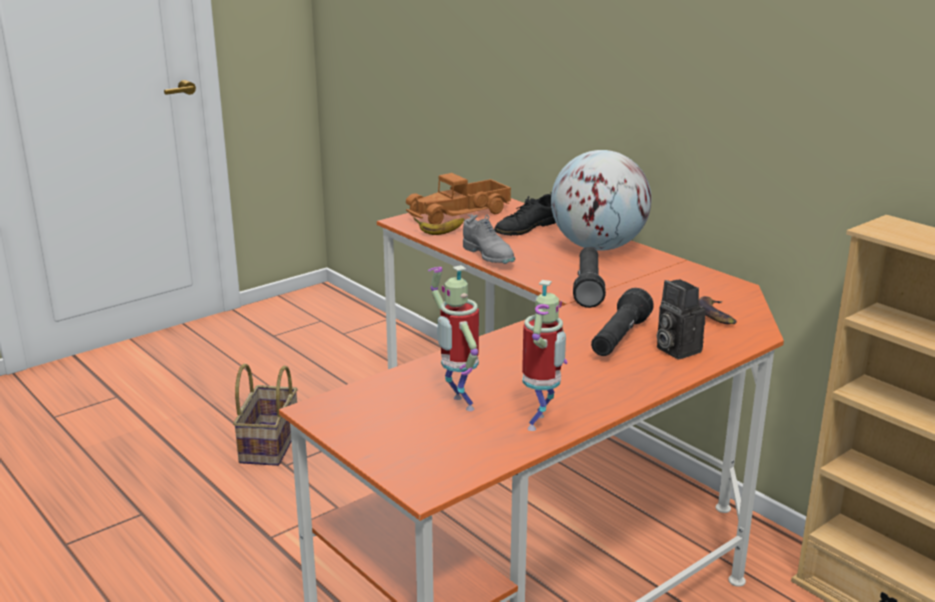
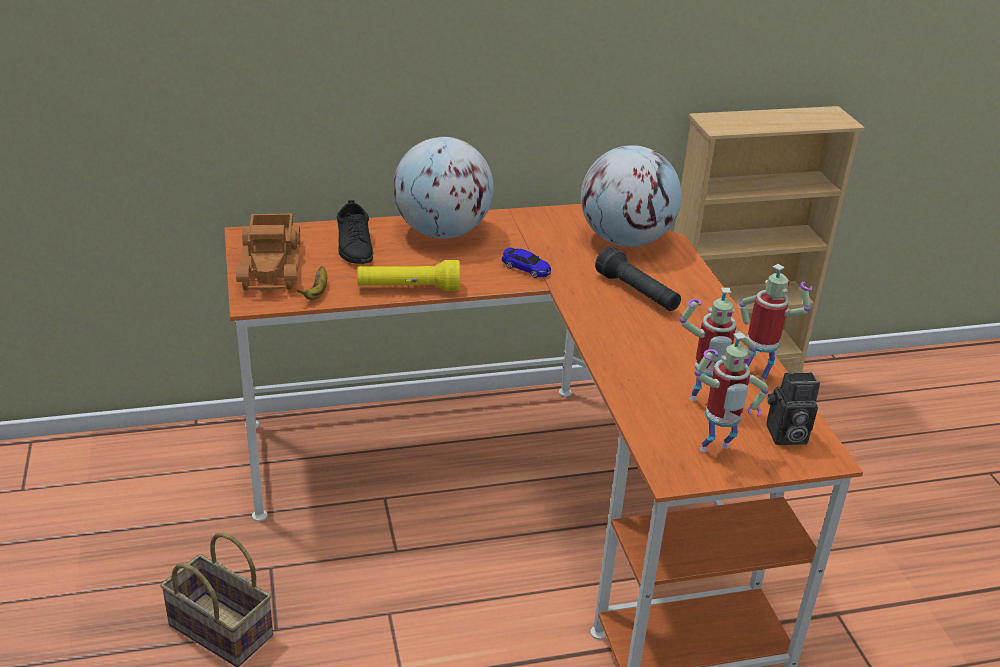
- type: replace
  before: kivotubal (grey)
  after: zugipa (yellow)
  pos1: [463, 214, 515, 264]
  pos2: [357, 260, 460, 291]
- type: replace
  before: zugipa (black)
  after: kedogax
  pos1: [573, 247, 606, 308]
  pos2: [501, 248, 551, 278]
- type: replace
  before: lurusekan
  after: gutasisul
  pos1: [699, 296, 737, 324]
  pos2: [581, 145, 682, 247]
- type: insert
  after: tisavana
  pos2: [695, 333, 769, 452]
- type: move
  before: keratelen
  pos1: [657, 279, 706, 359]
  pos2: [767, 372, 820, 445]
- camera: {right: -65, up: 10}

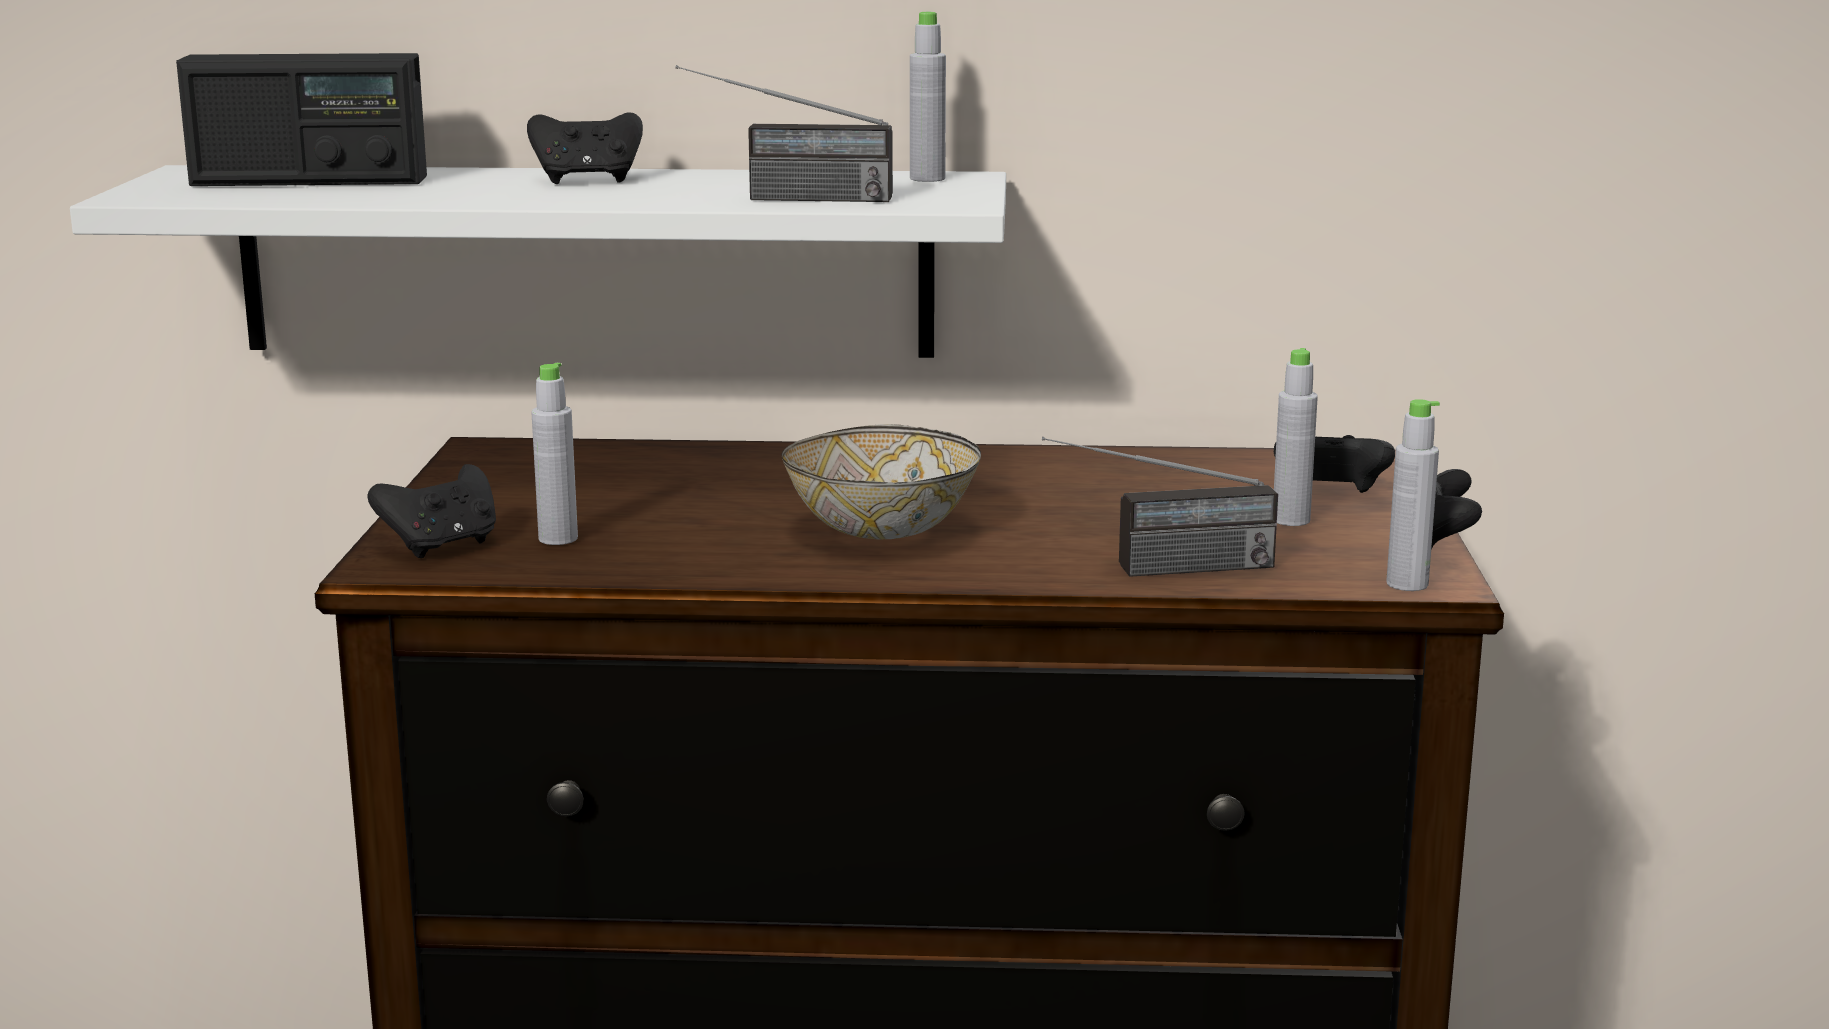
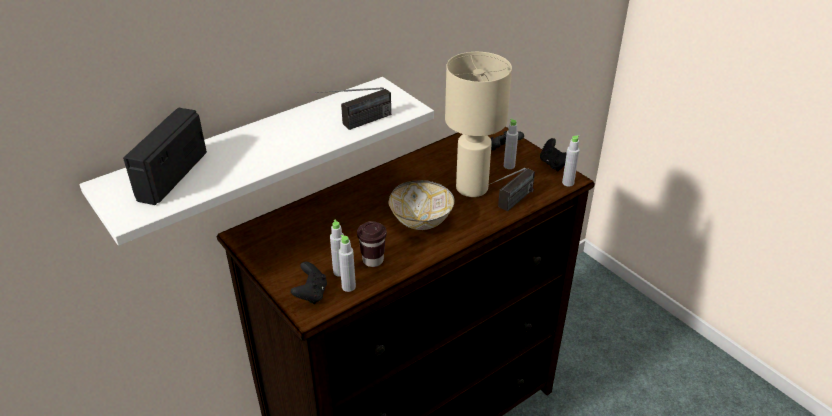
- type: rotate
  before: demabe
  pos1: [176, 53, 427, 186]
  pos2: [123, 108, 207, 205]
  turn: 150
- type: move
  before: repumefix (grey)
  pos1: [910, 11, 946, 182]
  pos2: [339, 235, 356, 292]
- type: insert
  after: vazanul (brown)
  pos2: [357, 221, 387, 267]
- type: insert
  after: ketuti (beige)
  pos2: [445, 52, 512, 197]
- type: delete
  before: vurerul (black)
  pos1: [527, 112, 643, 184]
- camera: {right: -40, up: 20}

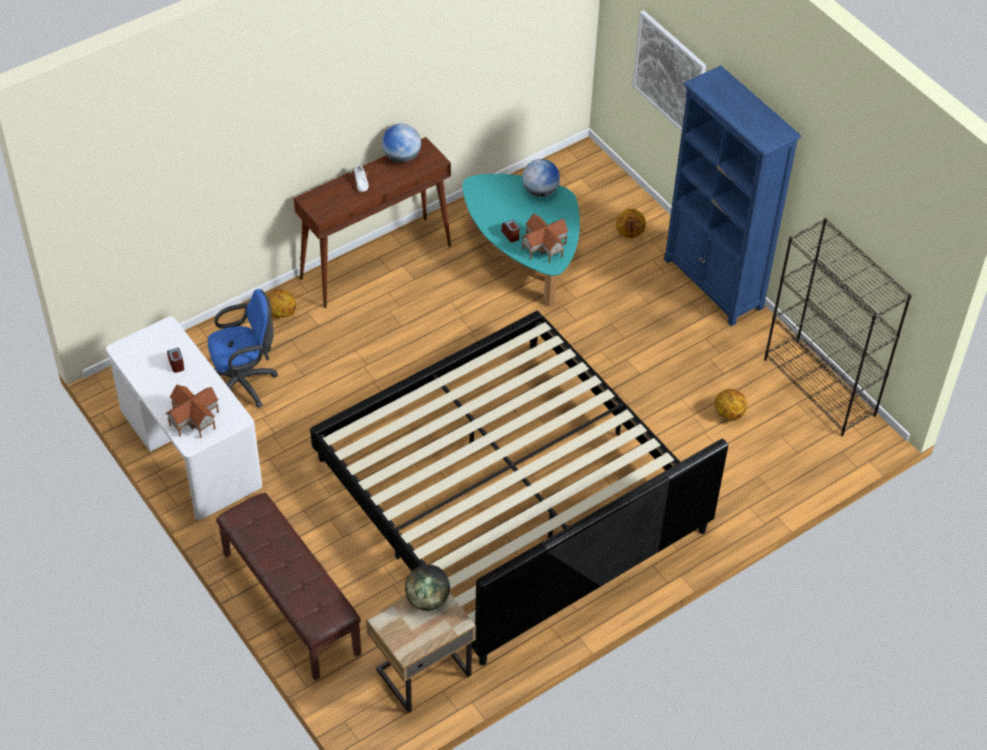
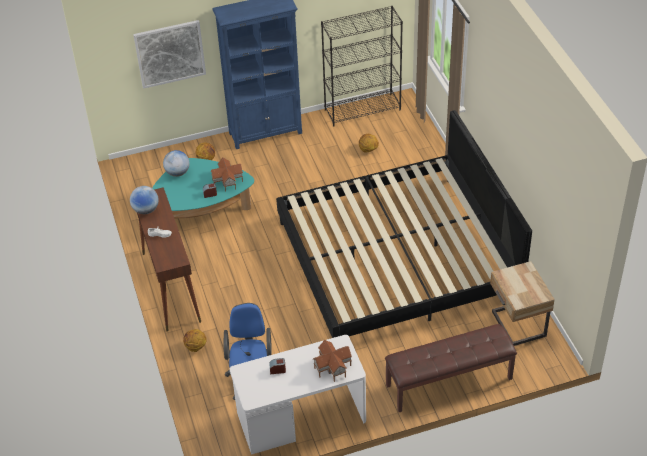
- type: delete
  before: gutasisul
  pos1: [405, 565, 450, 611]
- camera: {right: -70, up: -5}

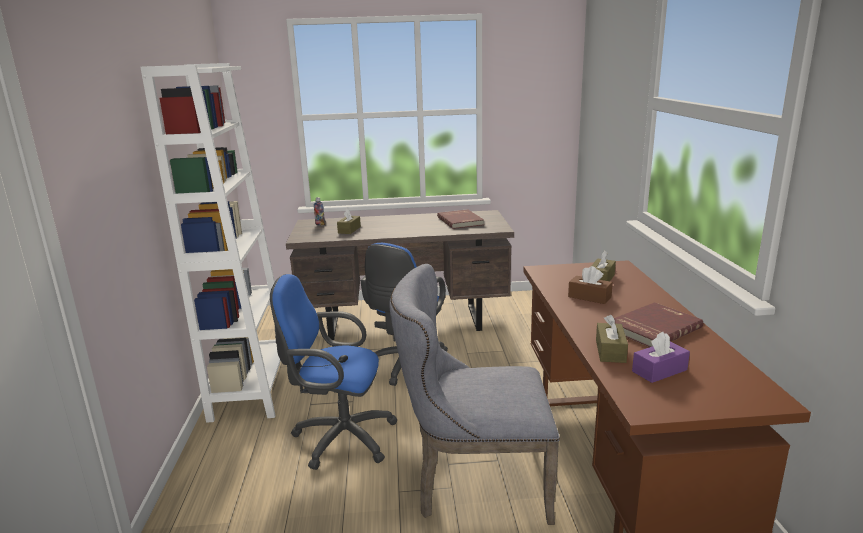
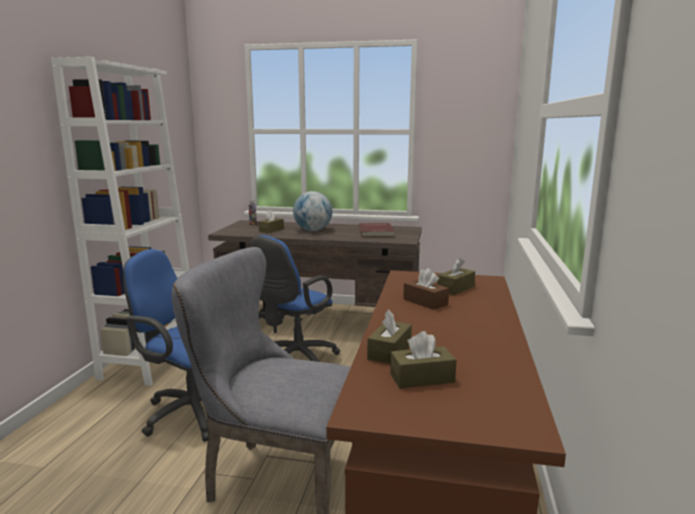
- type: insert
  after: gutasisul
  pos2: [293, 191, 332, 231]
- type: recolor
  before: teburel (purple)
  after: teburel (brown)
  pos1: [632, 332, 690, 383]
  pos2: [390, 331, 457, 389]
- type: delete
  before: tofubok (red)
  pos1: [614, 302, 703, 347]
- camera: {right: 15, up: -5}

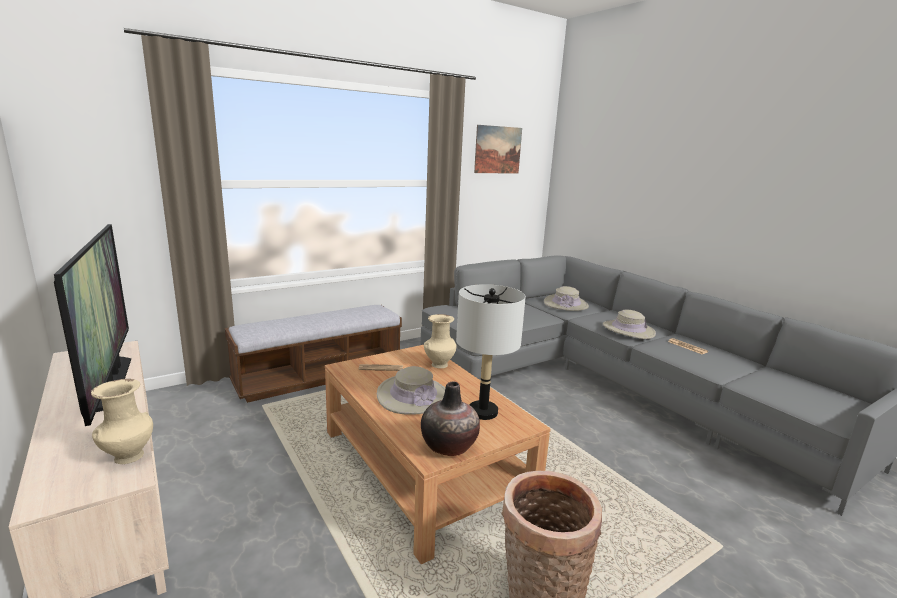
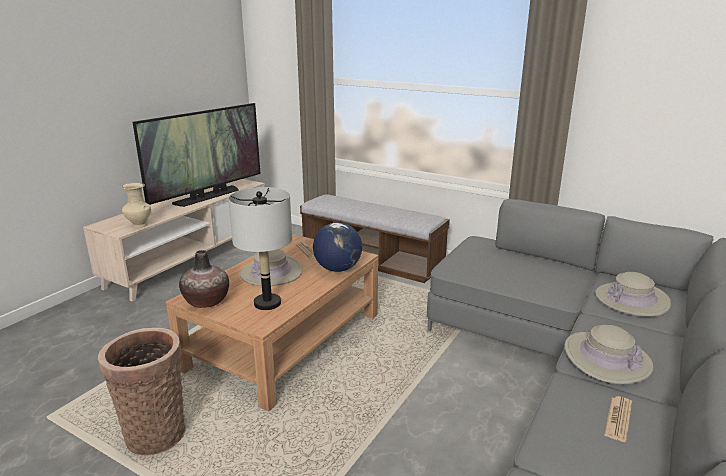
- type: replace
  before: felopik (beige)
  after: gutasisul
  pos1: [424, 314, 457, 368]
  pos2: [313, 222, 362, 272]
- type: delete
  before: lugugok
  pos1: [474, 125, 522, 174]
- camera: {right: 65, up: 5}

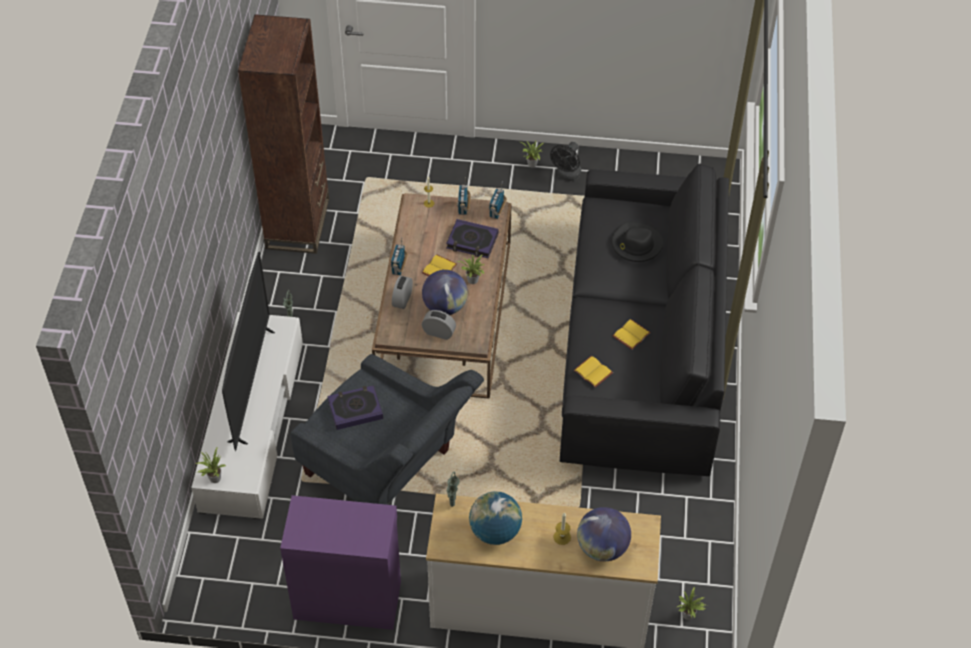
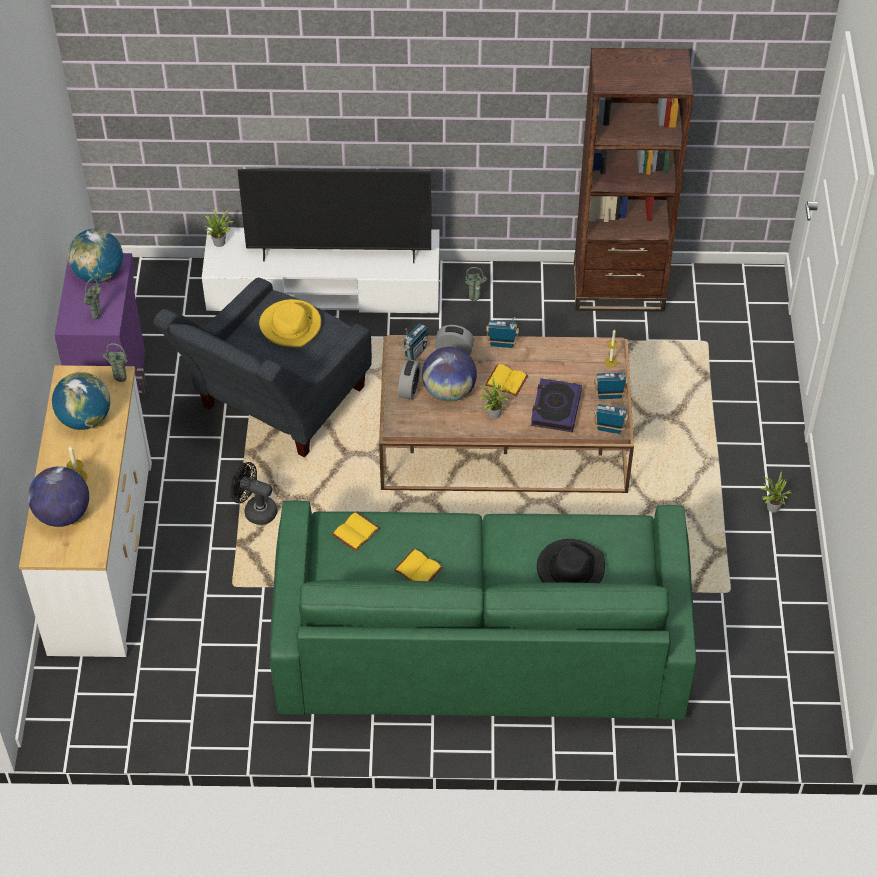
- type: insert
  after: gutasisul
  pos2: [68, 229, 123, 283]
- type: insert
  after: felopik (green)
  pos2: [83, 278, 101, 320]
- type: move
  before: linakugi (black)
  pos1: [550, 142, 581, 181]
  pos2: [230, 462, 277, 525]
- type: replace
  before: tofubok
  after: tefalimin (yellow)
  pos1: [327, 385, 383, 430]
  pos2: [259, 299, 321, 347]
- type: recolor
  before: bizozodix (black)
  after: bizozodix (green)
  pos1: [560, 163, 729, 476]
  pos2: [270, 500, 696, 719]
- type: insert
  after: demabe
  pos2: [401, 323, 428, 361]
- type: delete
  before: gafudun
  pos1: [677, 587, 707, 620]
- camera: {right: 85, up: 0}

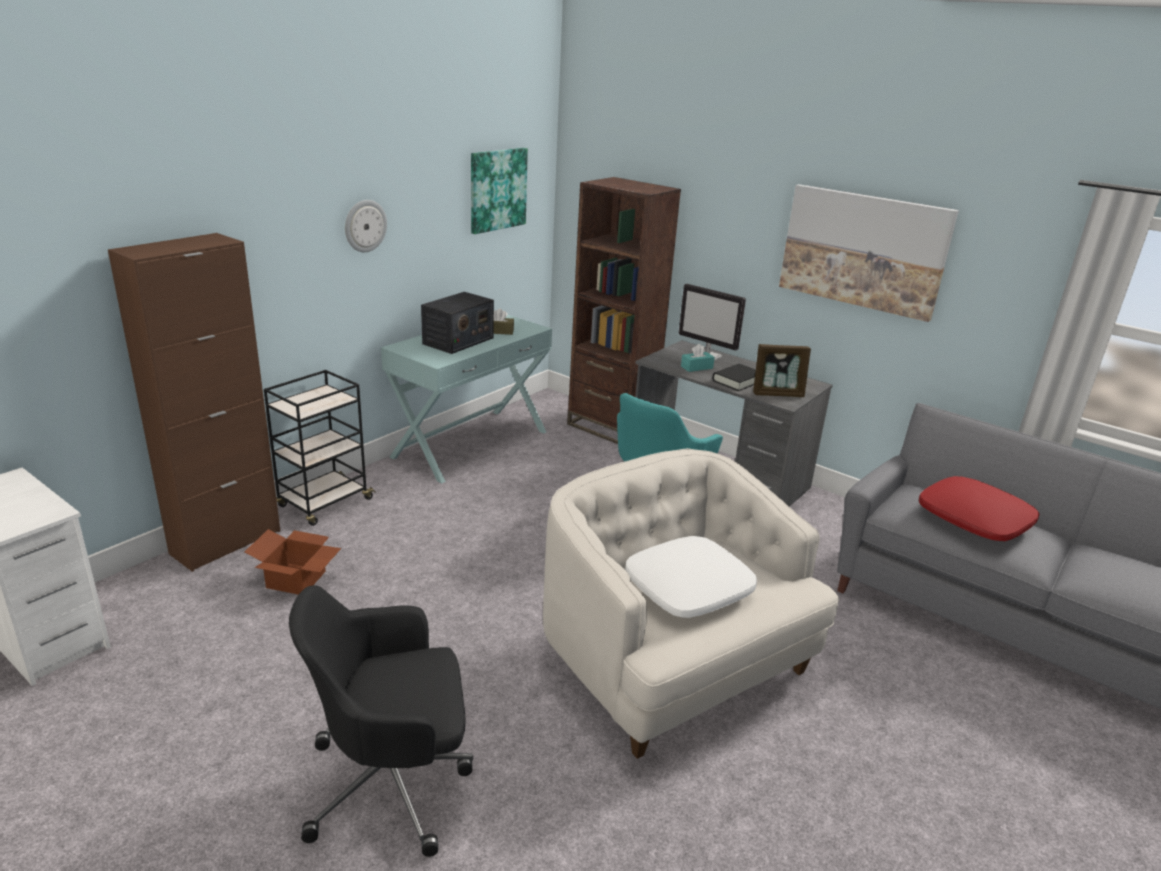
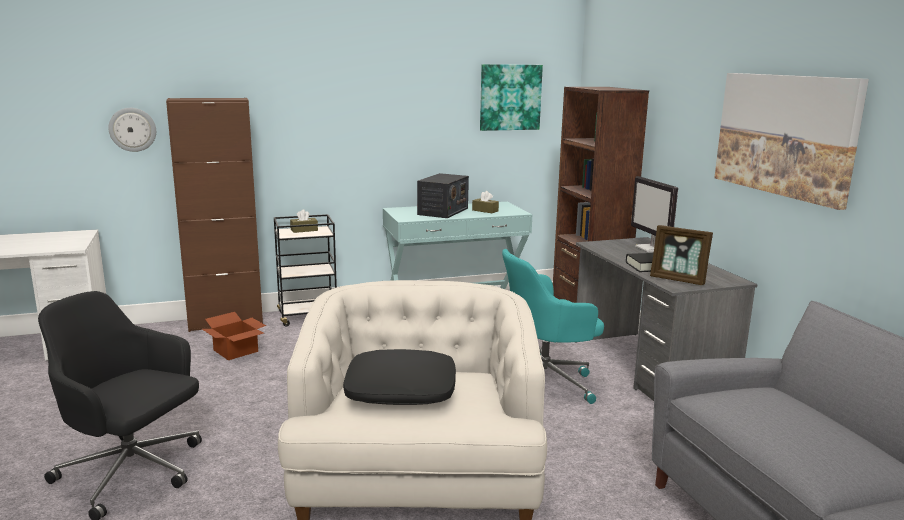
- type: move
  before: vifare
  pos1: [345, 200, 387, 252]
  pos2: [109, 108, 156, 152]
- type: insert
  after: teburel (brown)
  pos2: [290, 209, 318, 233]
- type: recolor
  before: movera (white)
  after: movera (black)
  pos1: [625, 536, 757, 618]
  pos2: [343, 349, 456, 405]
- type: rotate
  before: demabe
  pos1: [421, 292, 494, 354]
  pos2: [417, 173, 469, 218]
  turn: -45
- type: delete
  before: teburel (turquoise)
  pos1: [681, 344, 715, 372]
- type: delete
  before: movera (red)
  pos1: [919, 476, 1039, 541]
- camera: {right: 35, up: -10}

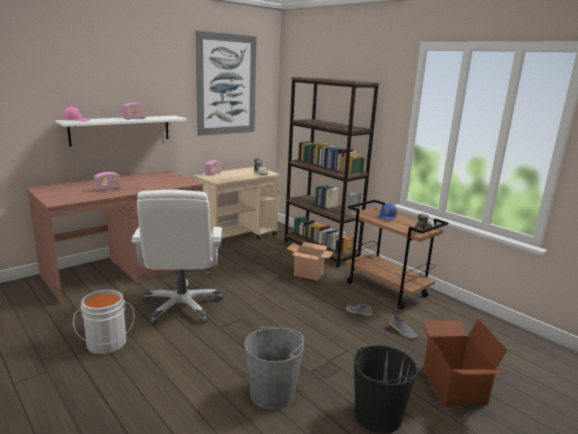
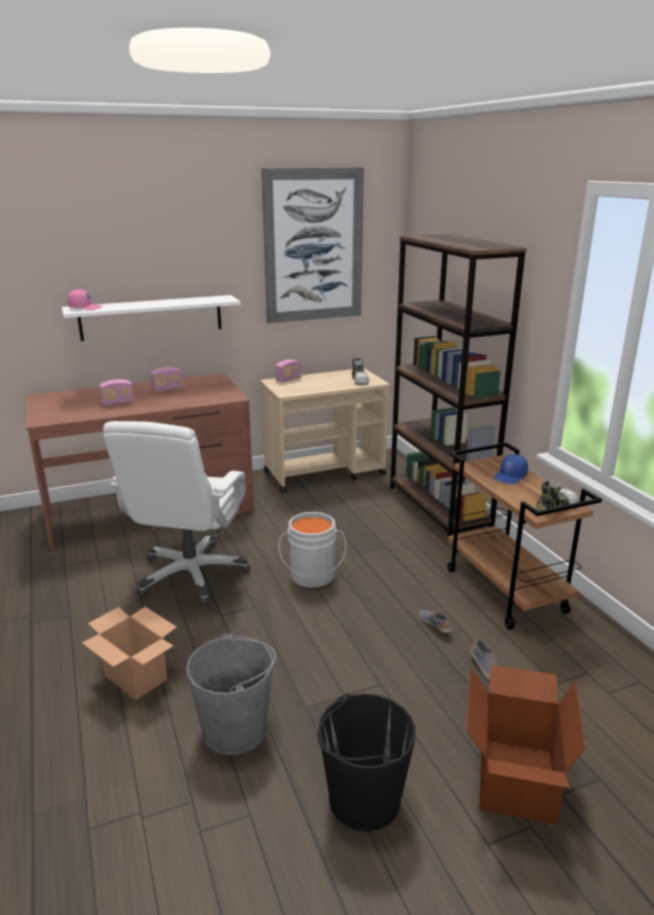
- type: move
  before: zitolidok
  pos1: [287, 242, 334, 281]
  pos2: [82, 607, 177, 700]
- type: move
  before: demabe
  pos1: [122, 103, 146, 120]
  pos2: [151, 367, 183, 392]
- type: move
  before: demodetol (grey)
  pos1: [73, 290, 134, 354]
  pos2: [279, 512, 346, 588]
- camera: {right: 20, up: 5}

